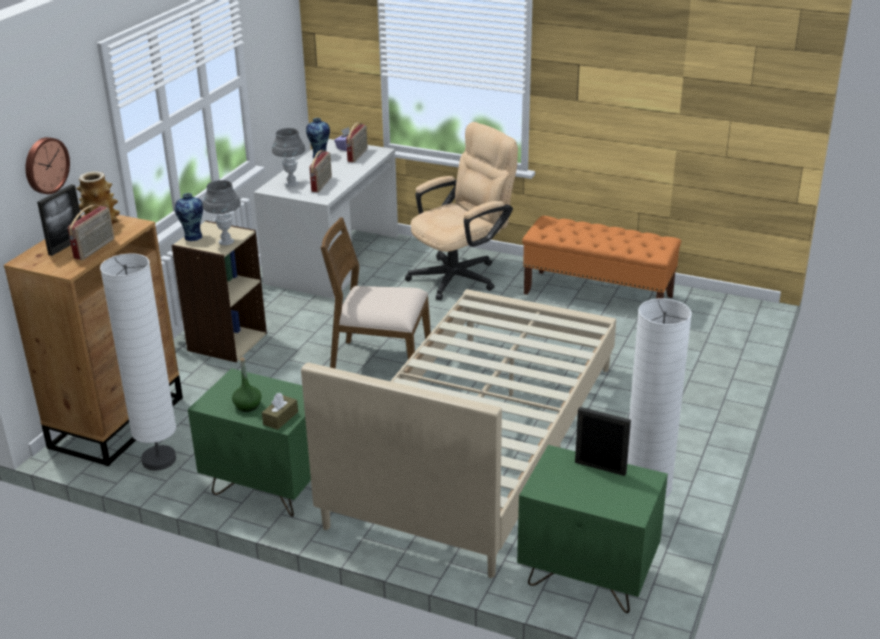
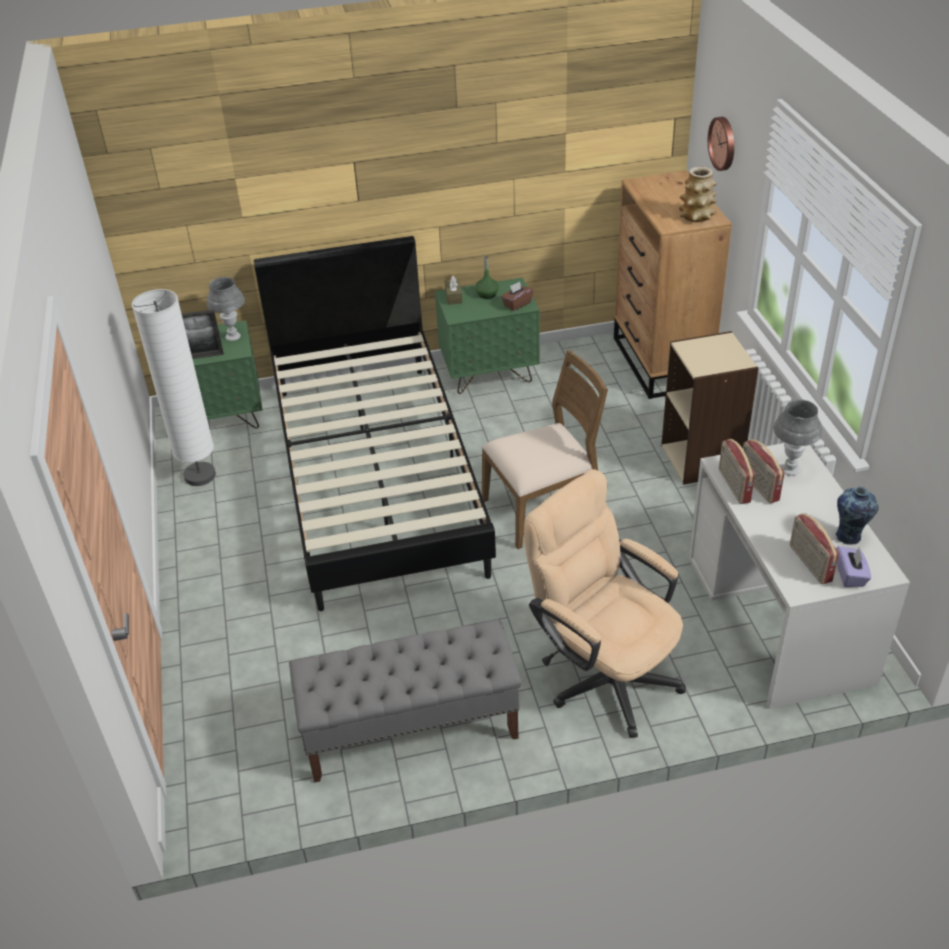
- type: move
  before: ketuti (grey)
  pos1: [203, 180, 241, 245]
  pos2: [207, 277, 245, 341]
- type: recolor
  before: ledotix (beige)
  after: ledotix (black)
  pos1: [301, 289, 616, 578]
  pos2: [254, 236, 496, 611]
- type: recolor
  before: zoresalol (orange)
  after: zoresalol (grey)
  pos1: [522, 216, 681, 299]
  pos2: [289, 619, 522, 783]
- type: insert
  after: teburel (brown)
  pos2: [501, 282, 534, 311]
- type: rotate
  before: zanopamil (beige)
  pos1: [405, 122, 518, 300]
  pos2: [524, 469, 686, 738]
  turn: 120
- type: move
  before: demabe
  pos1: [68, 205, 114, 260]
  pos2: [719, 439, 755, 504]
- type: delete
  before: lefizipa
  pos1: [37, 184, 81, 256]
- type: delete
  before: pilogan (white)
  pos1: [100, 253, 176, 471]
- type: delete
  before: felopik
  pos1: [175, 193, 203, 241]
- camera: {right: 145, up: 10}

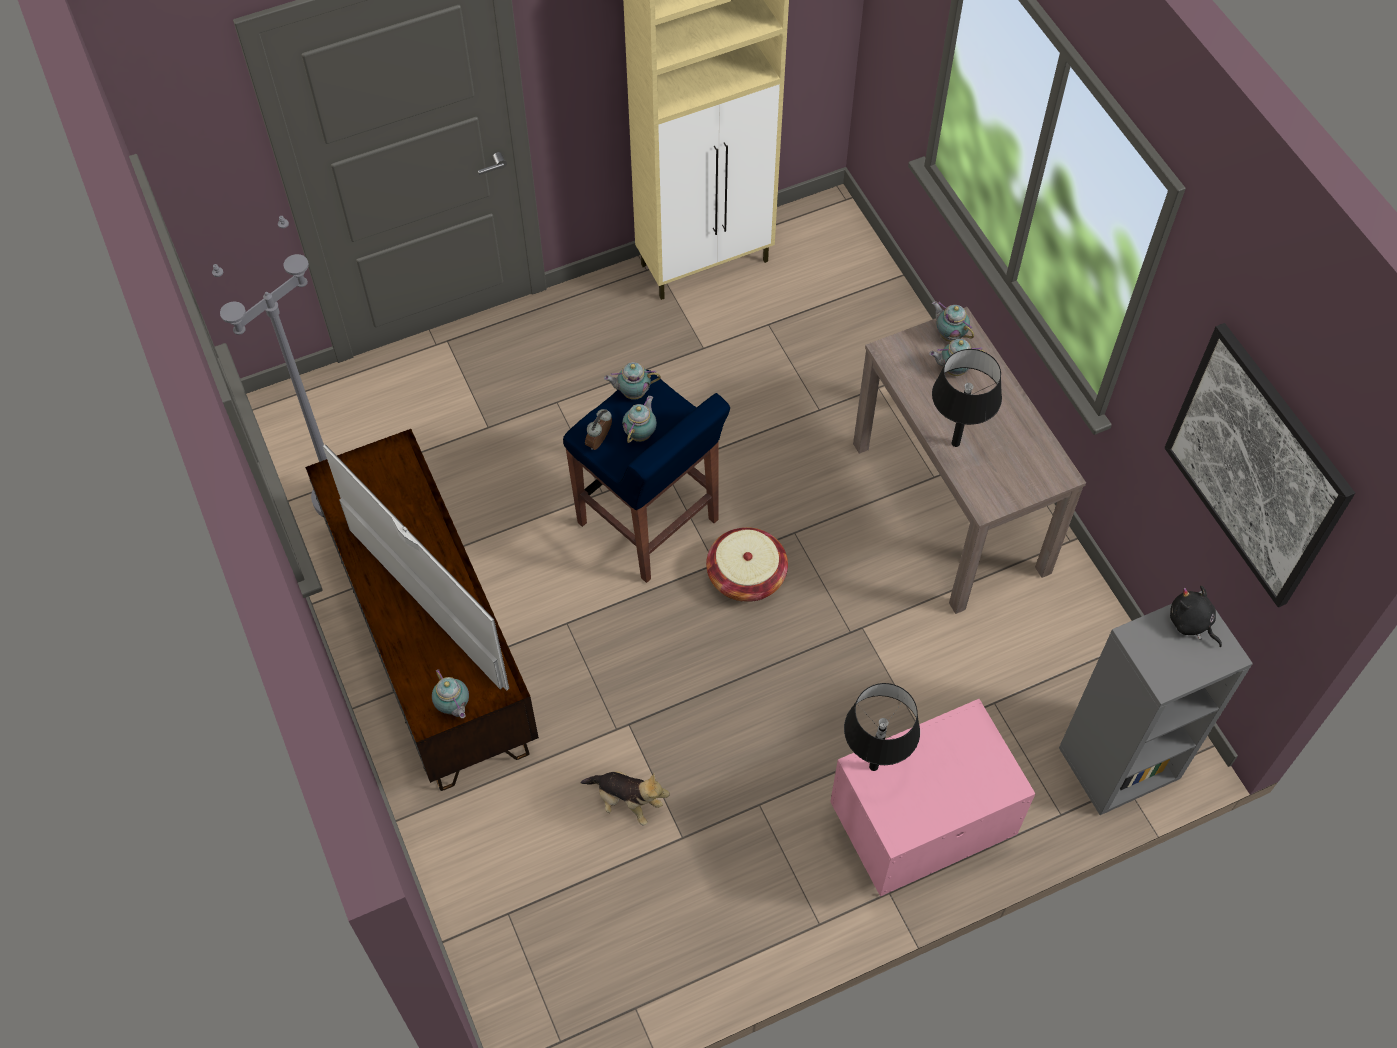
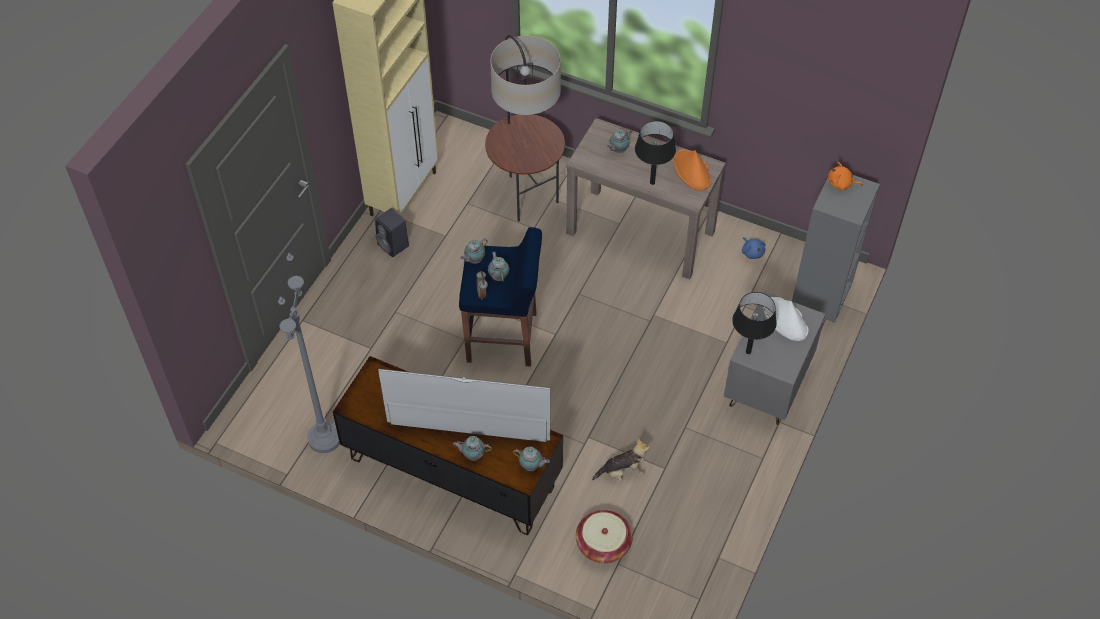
- type: insert
  after: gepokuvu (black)
  pos2: [375, 208, 409, 257]
- type: move
  before: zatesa
  pos1: [932, 301, 974, 342]
  pos2: [453, 436, 492, 461]
- type: insert
  after: pilogan
  pos2: [485, 35, 565, 221]
- type: move
  before: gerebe
  pos1: [706, 527, 788, 602]
  pos2: [576, 510, 633, 563]
- type: insert
  after: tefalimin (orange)
  pos2: [673, 149, 711, 191]
- type: recolor
  before: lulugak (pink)
  after: lulugak (grey)
  pos1: [830, 699, 1035, 897]
  pos2: [724, 291, 825, 425]
- type: insert
  after: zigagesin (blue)
  pos2: [742, 237, 766, 259]
- type: insert
  after: tefalimin (white)
  pos2: [763, 297, 808, 341]
- type: recolor
  before: zigagesin (black)
  after: zigagesin (orange)
  pos1: [1170, 586, 1222, 647]
  pos2: [828, 162, 863, 190]
- type: delete
  before: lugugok
  pos1: [1164, 323, 1355, 608]
- camera: {right: -40, up: -5}

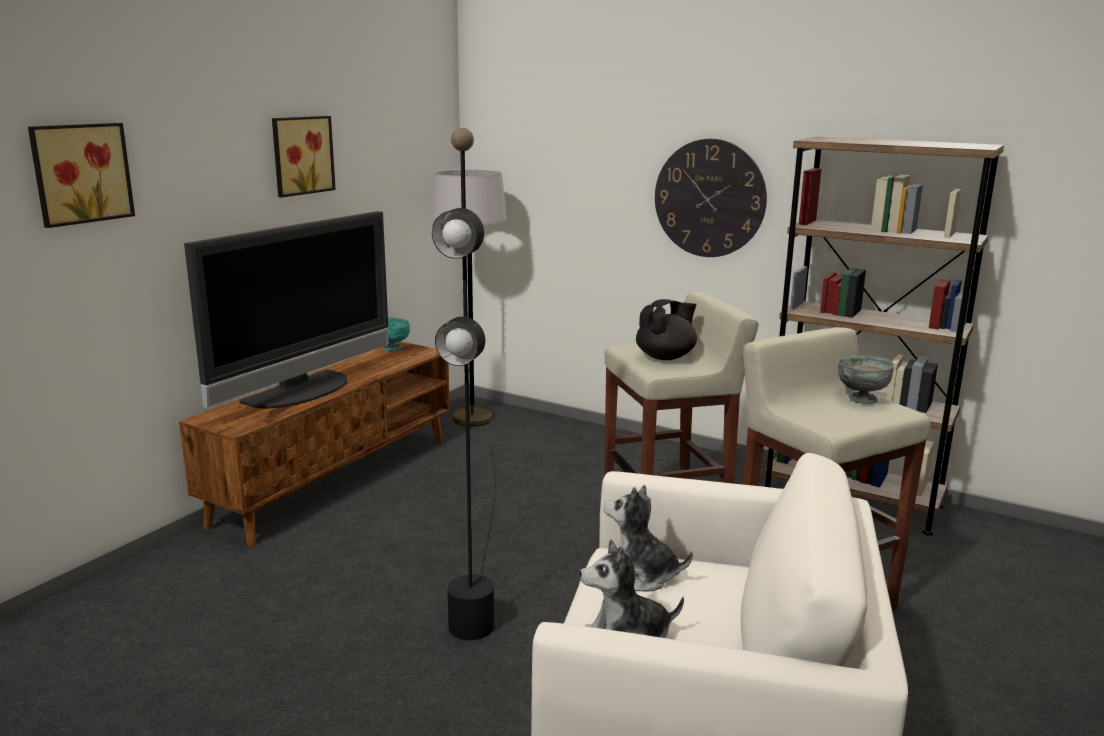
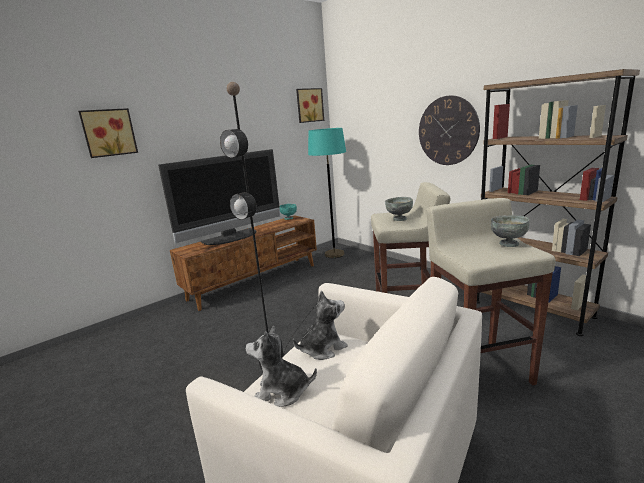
- type: rotate
  before: zigagesin
  pos1: [603, 485, 693, 592]
  pos2: [293, 291, 348, 360]
  turn: 105
- type: move
  before: lugugok
  pos1: [272, 116, 336, 197]
  pos2: [296, 88, 324, 123]
- type: recolor
  before: pilogan (grey)
  after: pilogan (turquoise)
  pos1: [431, 169, 507, 426]
  pos2: [308, 128, 346, 258]
- type: replace
  before: zatesa (black)
  after: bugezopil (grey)
  pos1: [636, 299, 697, 360]
  pos2: [385, 197, 413, 221]
- camera: {right: 20, up: 0}

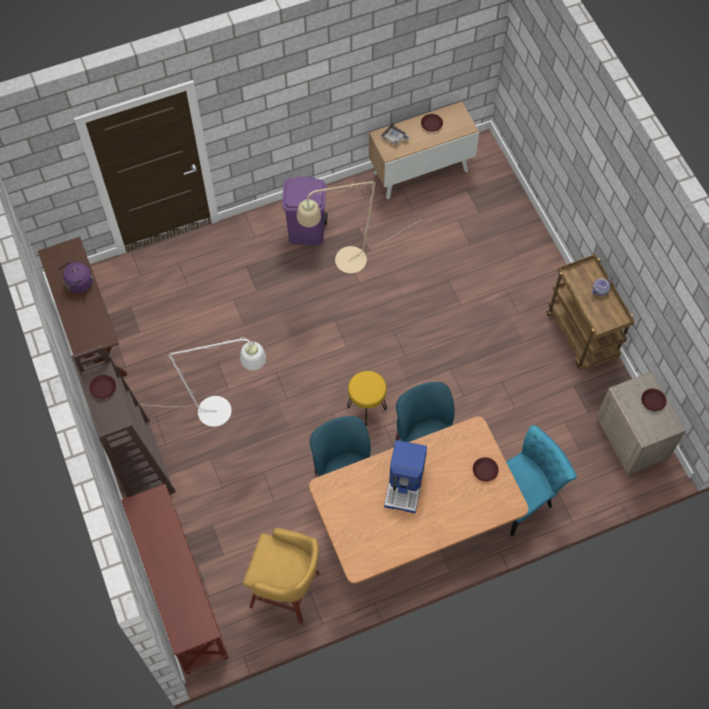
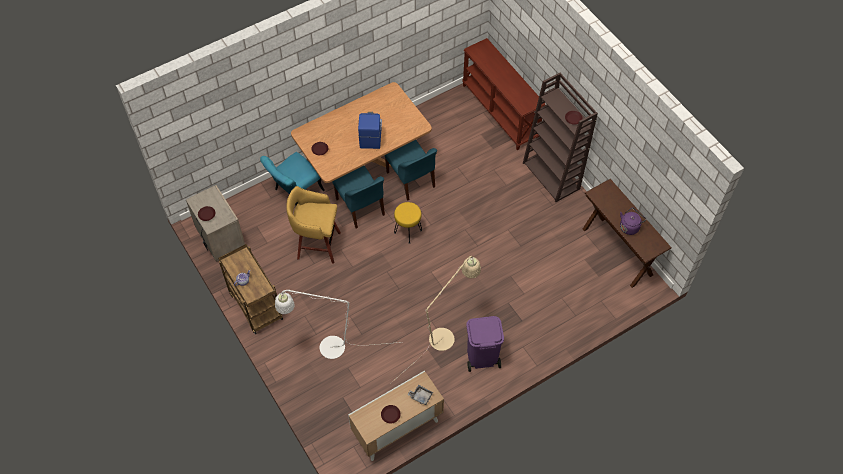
- type: move
  before: pilogan (white)
  pos1: [140, 337, 266, 427]
  pos2: [275, 290, 402, 359]
- type: move
  before: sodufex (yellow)
  pos1: [243, 528, 320, 624]
  pos2: [286, 186, 341, 264]
- camera: {right: 170, up: -5}

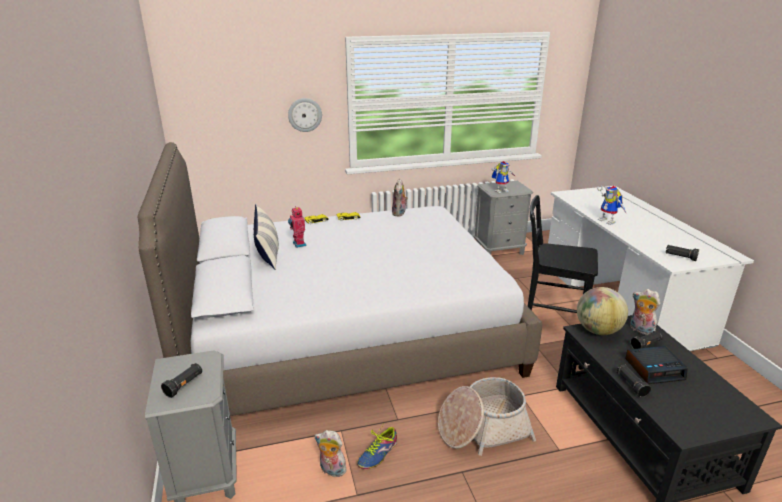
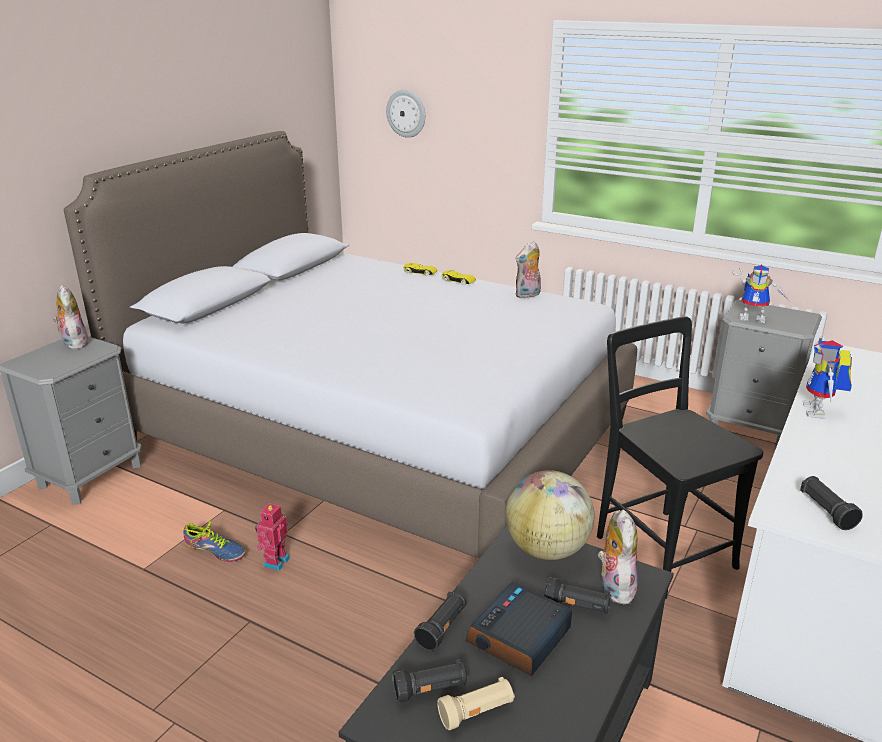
- type: move
  before: zigagesin
  pos1: [314, 430, 347, 477]
  pos2: [53, 285, 89, 349]
- type: rotate
  before: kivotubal
  pos1: [357, 424, 397, 469]
  pos2: [182, 520, 246, 562]
  turn: -150
- type: move
  before: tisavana
  pos1: [288, 206, 307, 248]
  pos2: [255, 502, 290, 571]
- type: move
  before: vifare
  pos1: [288, 98, 322, 132]
  pos2: [386, 90, 425, 138]
- type: move
  before: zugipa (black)
  pos1: [161, 363, 202, 398]
  pos2: [392, 659, 468, 703]
- type: insert
  after: zugipa (beige)
  pos2: [437, 677, 515, 730]
- type: rotate
  before: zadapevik
  pos1: [625, 346, 688, 384]
  pos2: [466, 582, 572, 677]
  turn: 90
- type: delete
  before: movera
  pos1: [254, 204, 279, 270]
- type: delete
  before: gerebe
  pos1: [438, 377, 536, 456]
- camera: {right: 45, up: 0}

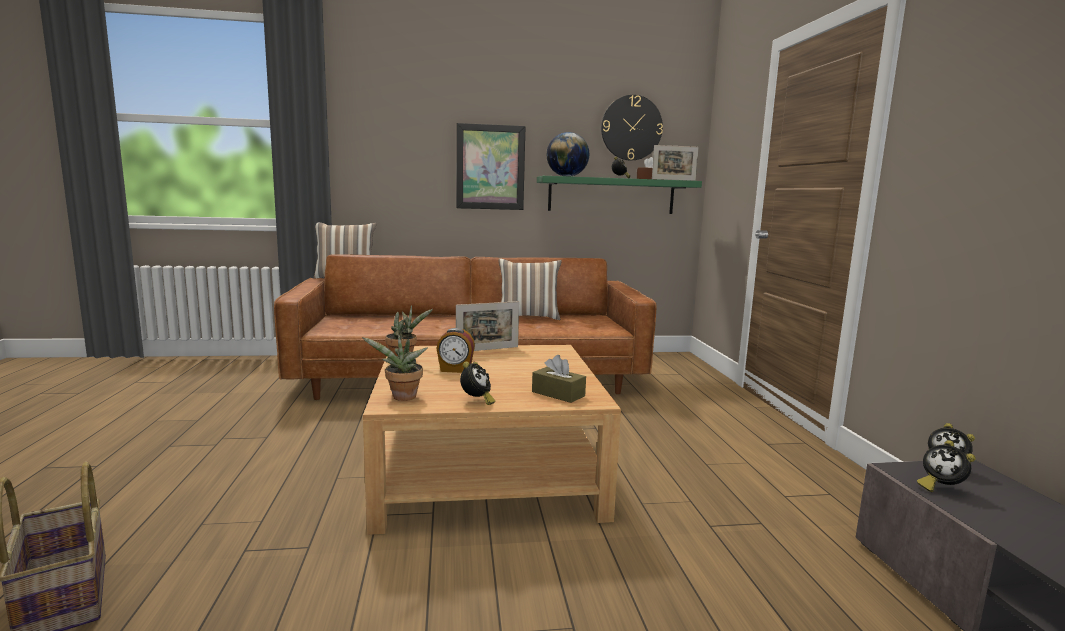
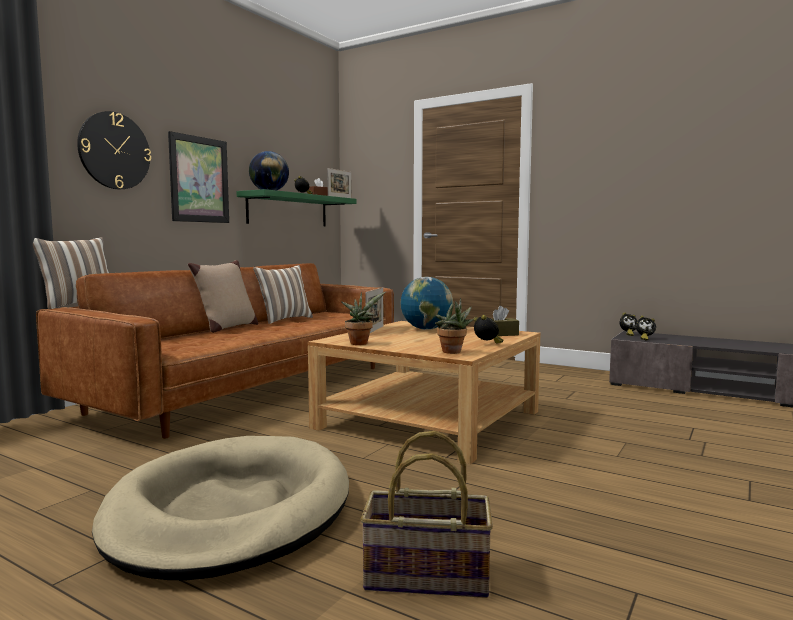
- type: move
  before: vifare
  pos1: [601, 95, 663, 161]
  pos2: [77, 111, 151, 189]
- type: insert
  after: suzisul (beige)
  pos2: [92, 436, 349, 580]
- type: insert
  after: movera (beige)
  pos2: [188, 260, 258, 333]
- type: insert
  after: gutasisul
  pos2: [400, 277, 453, 330]
- type: delete
  before: zadapevik
  pos1: [436, 328, 475, 373]
- camera: {right: -50, up: -5}

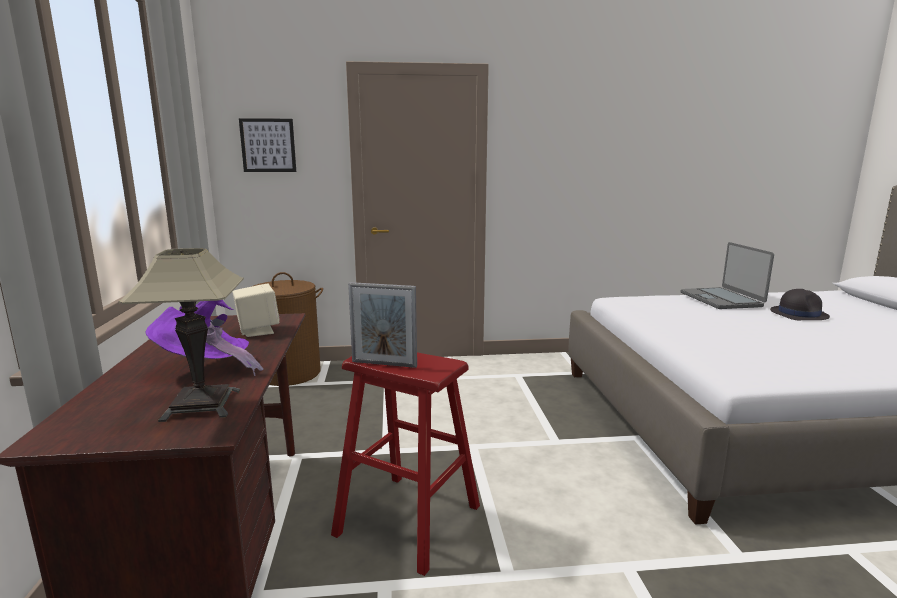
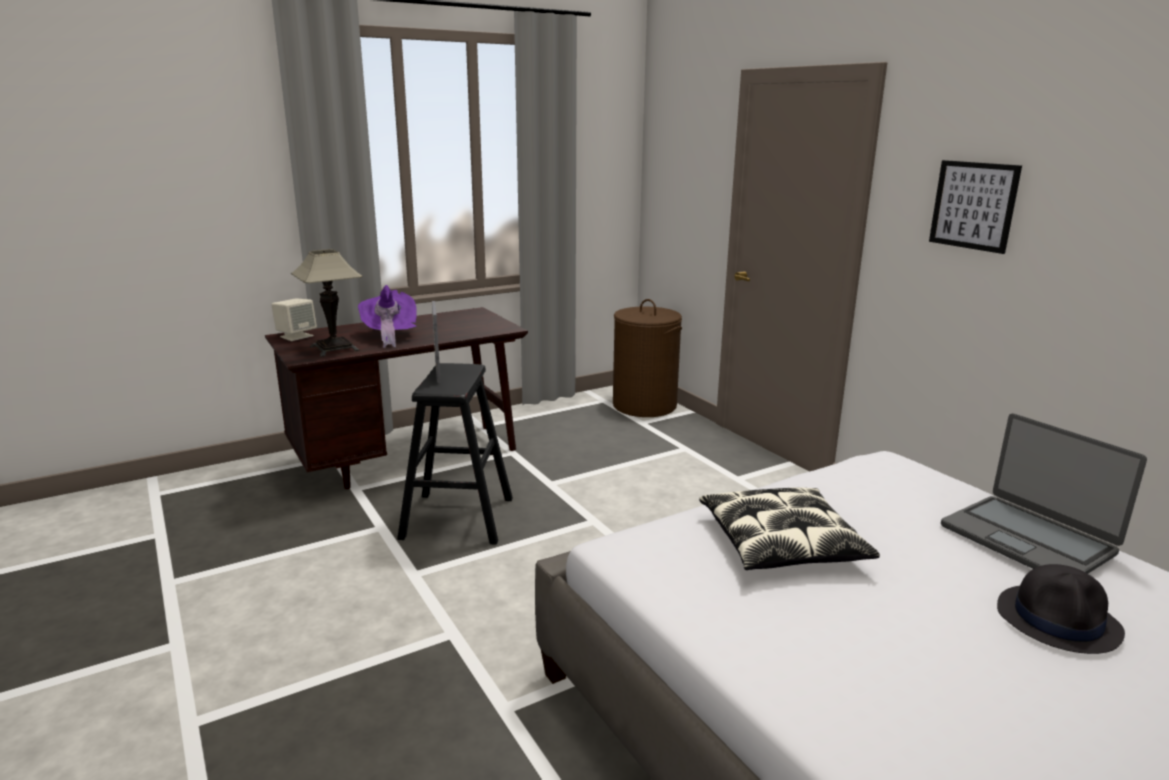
- type: move
  before: gepokuvu (beige)
  pos1: [232, 284, 280, 337]
  pos2: [271, 298, 317, 341]
- type: recolor
  before: sodufex (red)
  after: sodufex (black)
  pos1: [331, 352, 480, 576]
  pos2: [397, 363, 513, 545]
- type: insert
  after: movera
  pos2: [699, 487, 880, 570]
- type: move
  before: lugugok
  pos1: [239, 118, 296, 172]
  pos2: [929, 160, 1022, 254]
- type: rotate
  before: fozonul
  pos1: [681, 242, 774, 309]
  pos2: [941, 413, 1147, 574]
  turn: -90
- camera: {right: 65, up: 5}

